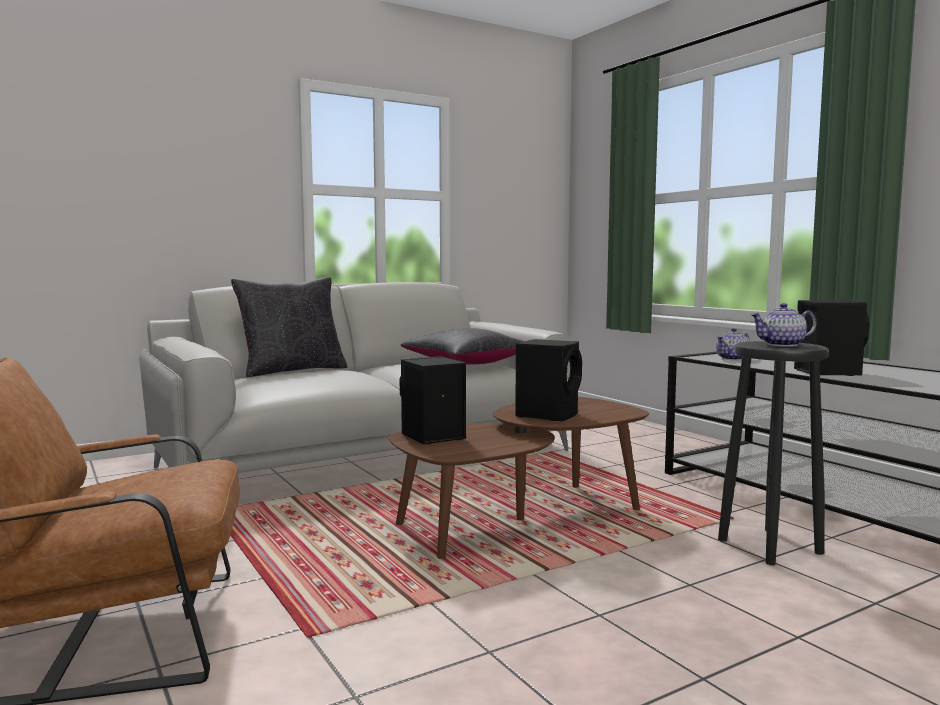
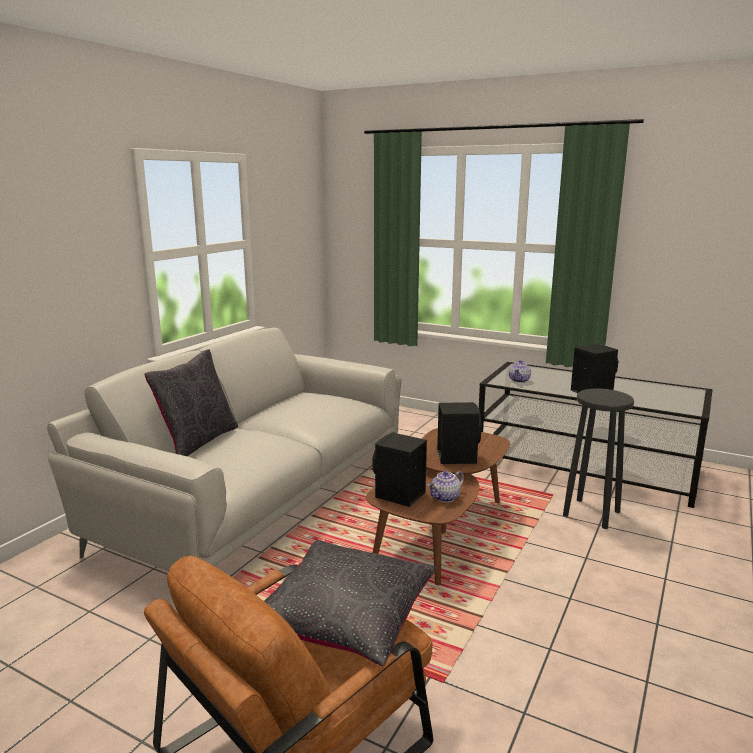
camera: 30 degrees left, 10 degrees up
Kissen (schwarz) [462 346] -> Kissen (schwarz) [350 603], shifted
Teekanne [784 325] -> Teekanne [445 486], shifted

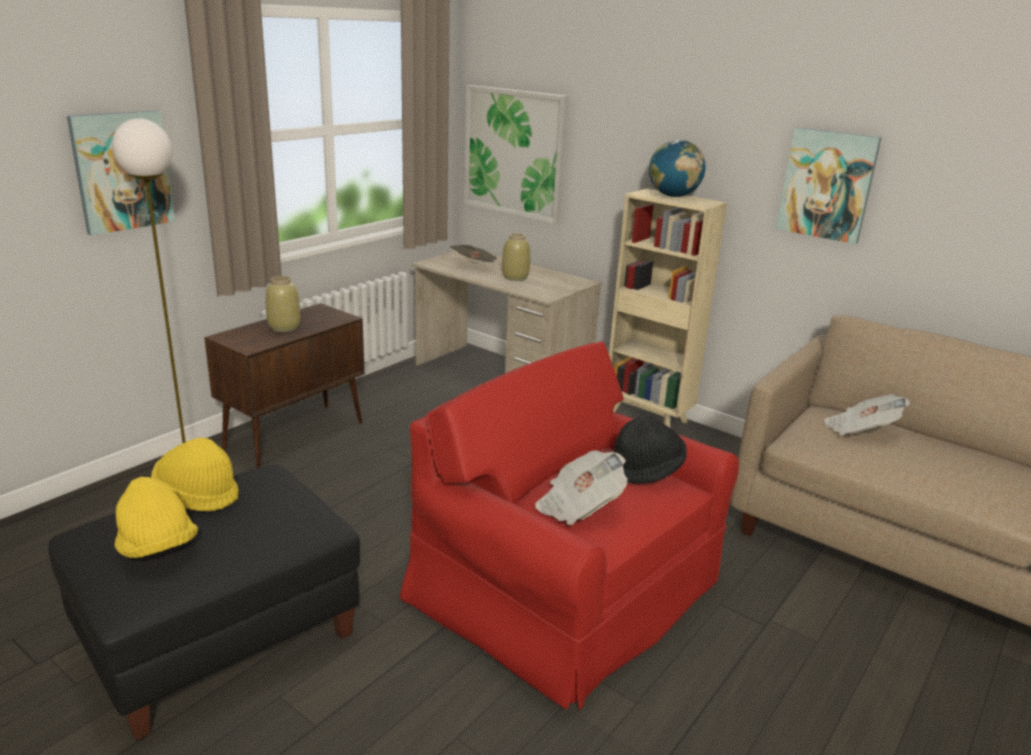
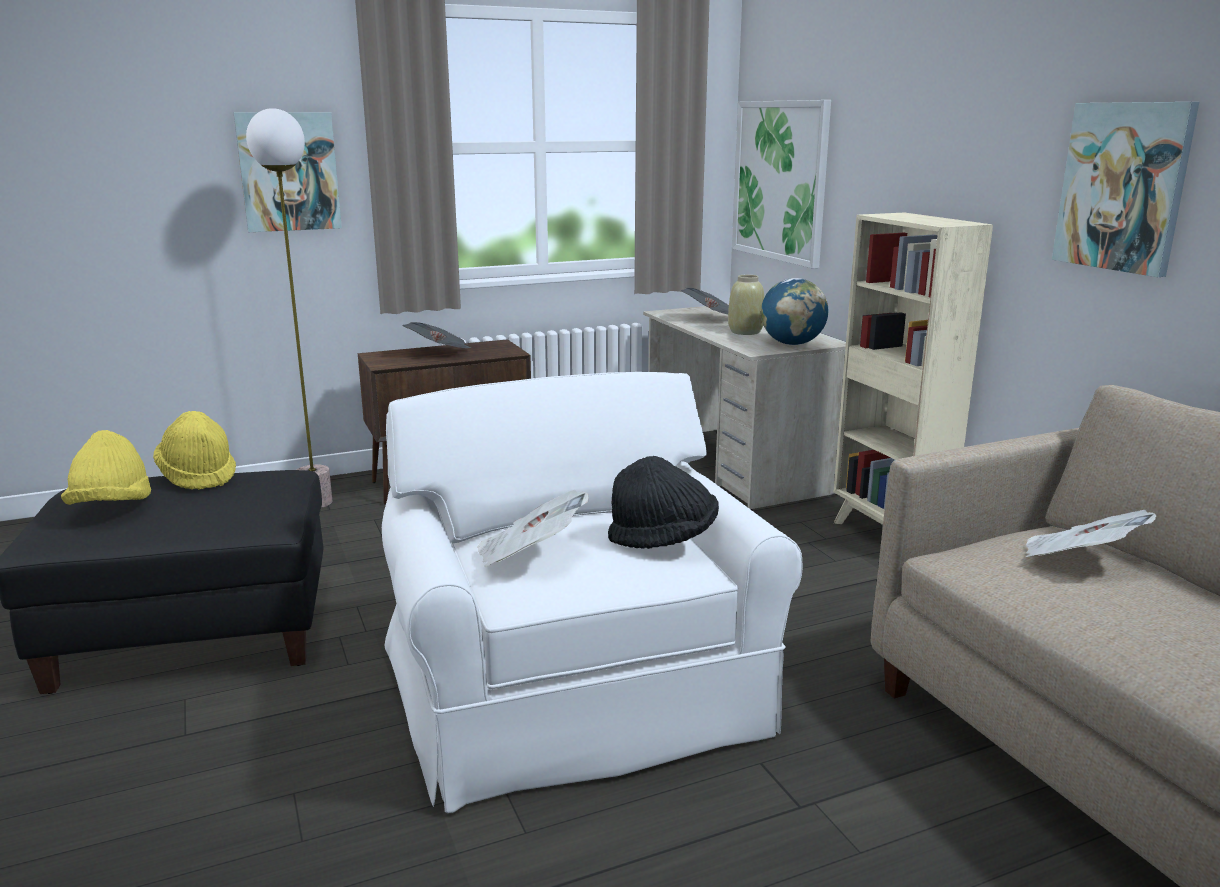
camera: 30 degrees right, 5 degrees down
Globus [677 168] -> Globus [794 311], shifted
Vase (beige) [283 304] -> Zeitung [437 335]
Sessel (rot) [569 525] -> Sessel (weiß) [592 592]

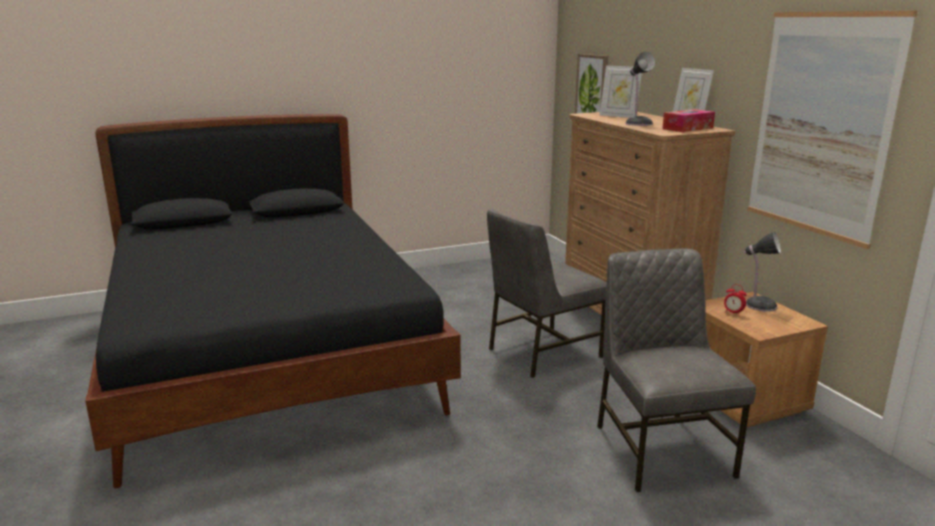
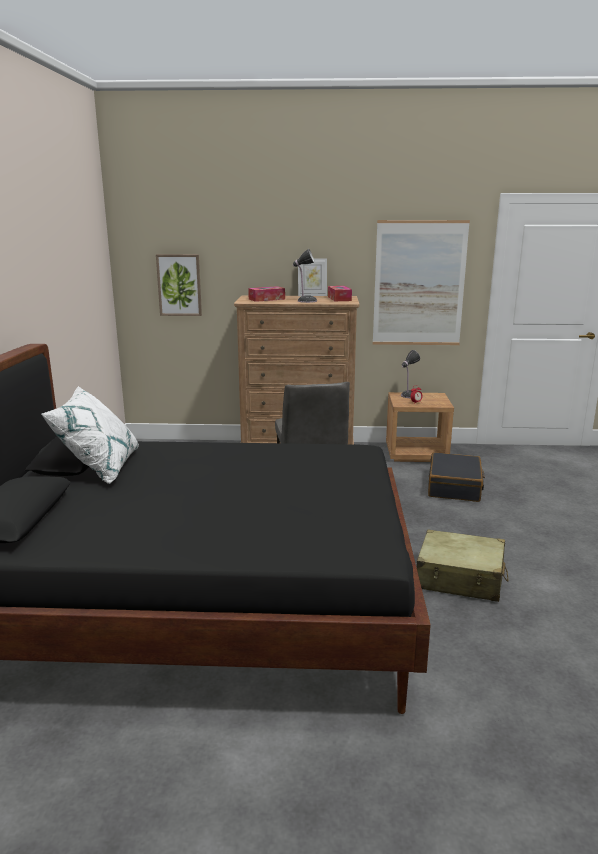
camera: 65 degrees left, 0 degrees up
none -> Kissen (weiß) [90 435]
none -> Koffer (beige) [462 565]
Stuhl (grau) [676 370] -> Koffer (schwarz) [456 477]
Bilderrahmen [621 91] -> Taschentuchbox [266 294]

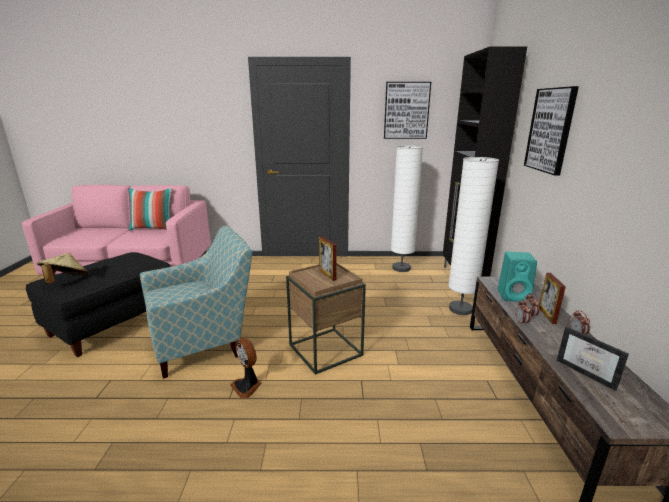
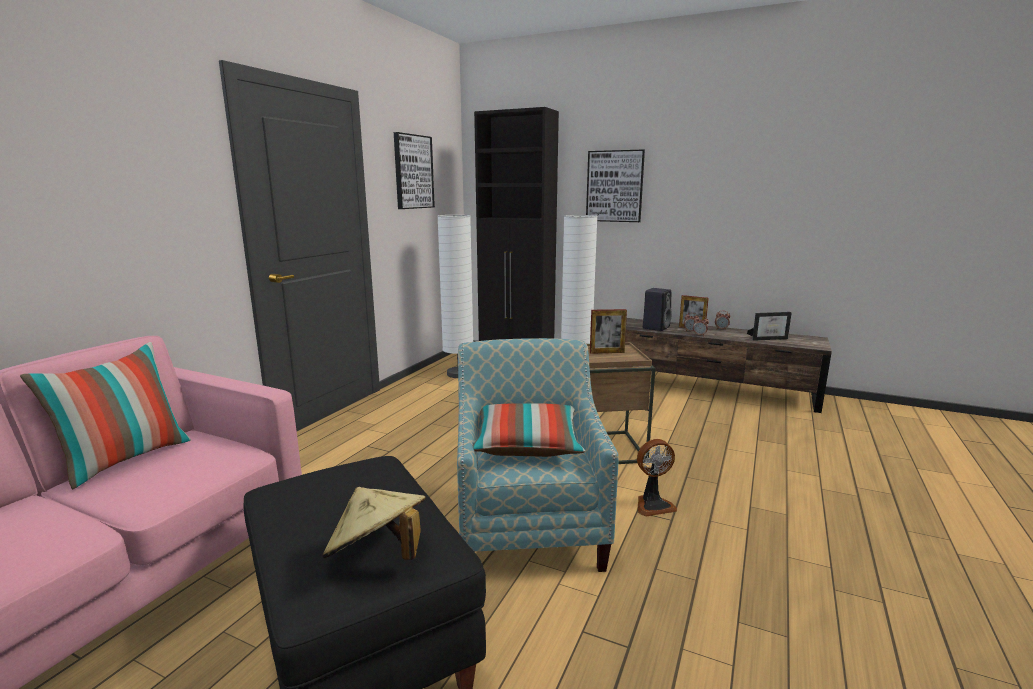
camera: 65 degrees left, 5 degrees down
none -> Kissen [529 430]
Lautsprecher (türkis) [517 276] -> Lautsprecher (schwarz) [657 309]

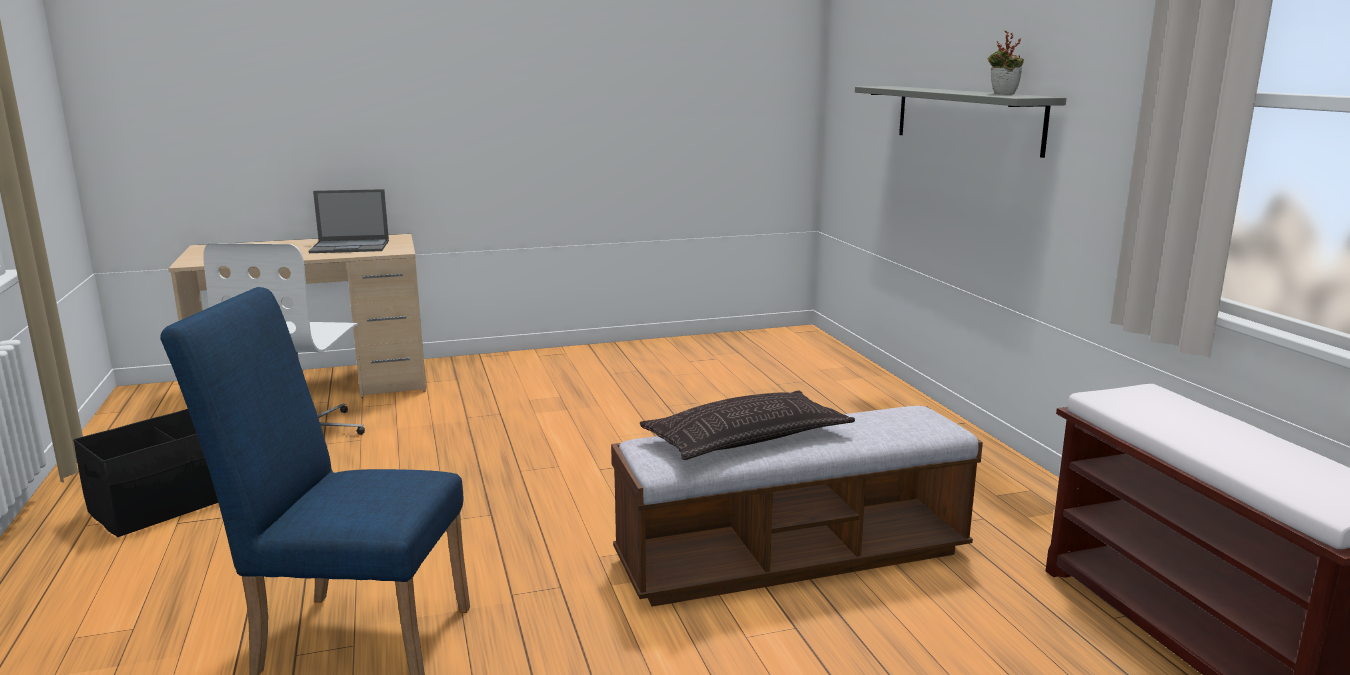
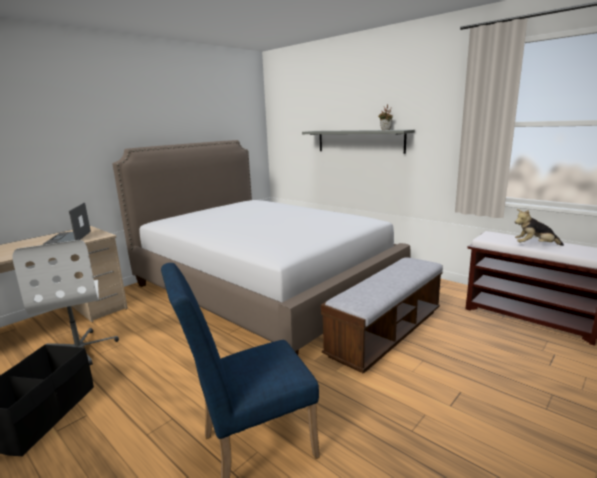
camera: 30 degrees left, 0 degrees up
Kissen [747 425] -> none
none -> Bett [261 247]
none -> Plüschtier [539 227]
Laptop [349 221] -> Laptop [67 224], 120 degrees clockwise

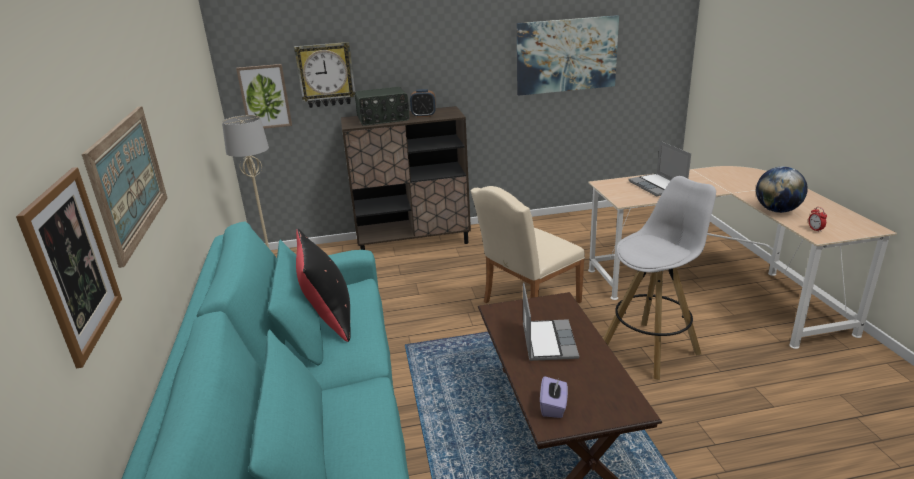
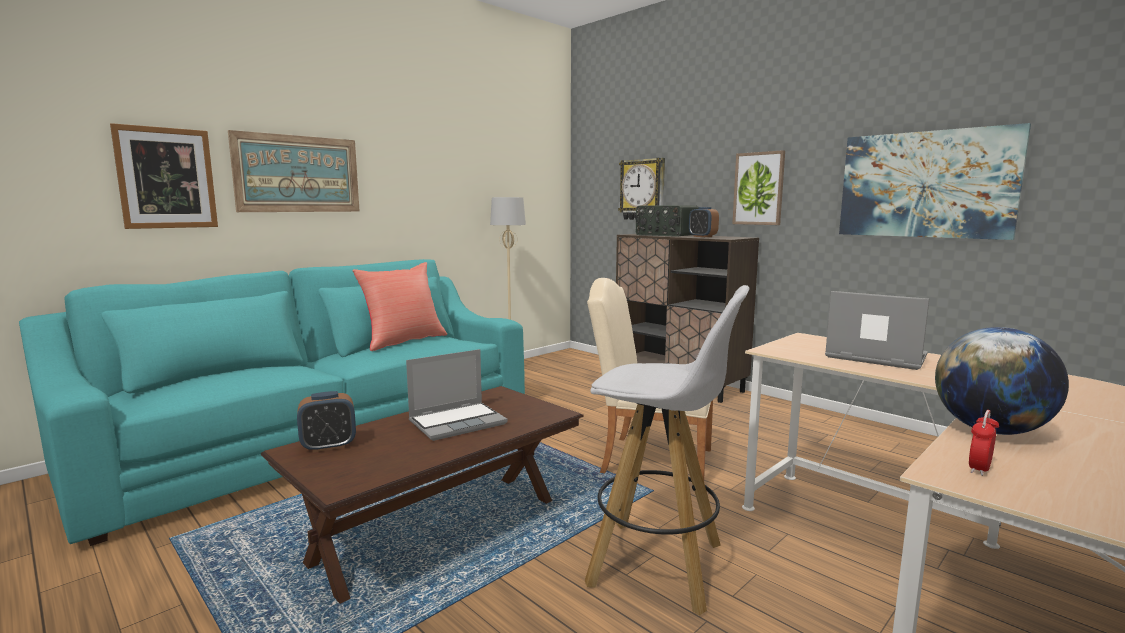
camera: 55 degrees right, 15 degrees down
Bild [264 96] -> Bild [758 187], shifted
Taschentuchbox (lila) [554 397] -> Wecker [326 421]
Kissen (schwarz) [323 285] -> Kissen (rot) [399 306]
Laptop [660 168] -> Laptop [877 330], 90 degrees clockwise

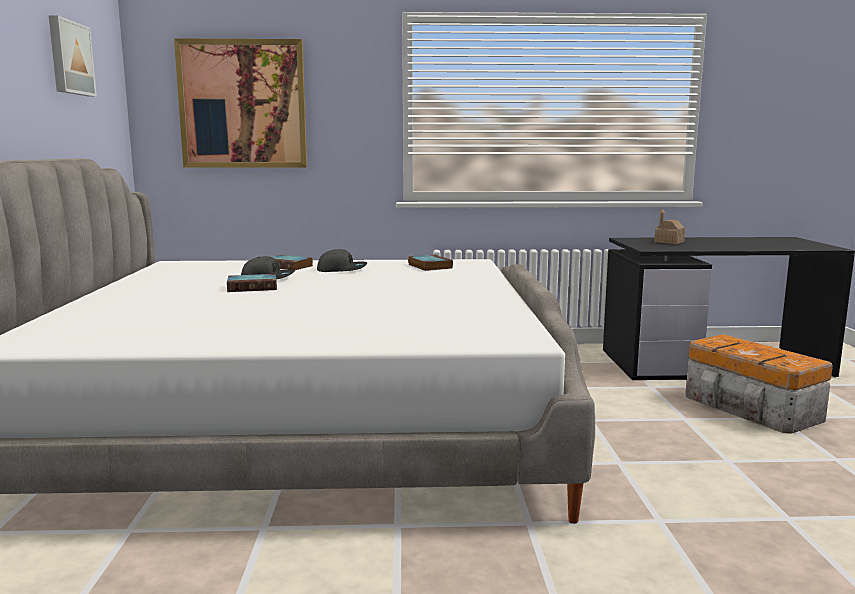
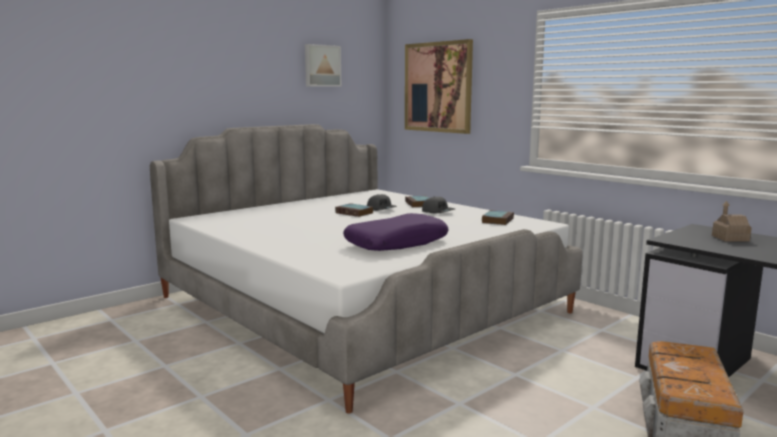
camera: 50 degrees right, 0 degrees up
none -> Kissen (lila) [395 232]

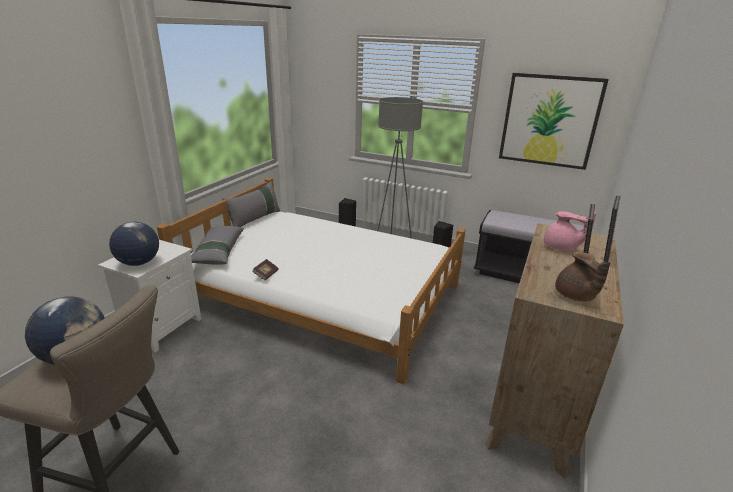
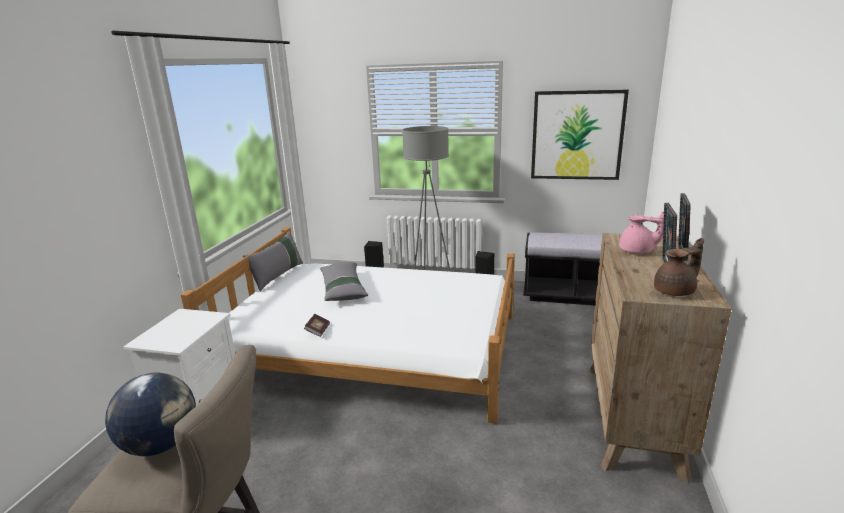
camera: 10 degrees left, 5 degrees down
Globus [134 244] -> none
Kissen (grau) [217 245] -> Kissen (grau) [344 281], shifted
Teekanne (braun) [582 276] -> Teekanne (braun) [679 267], 90 degrees counterclockwise

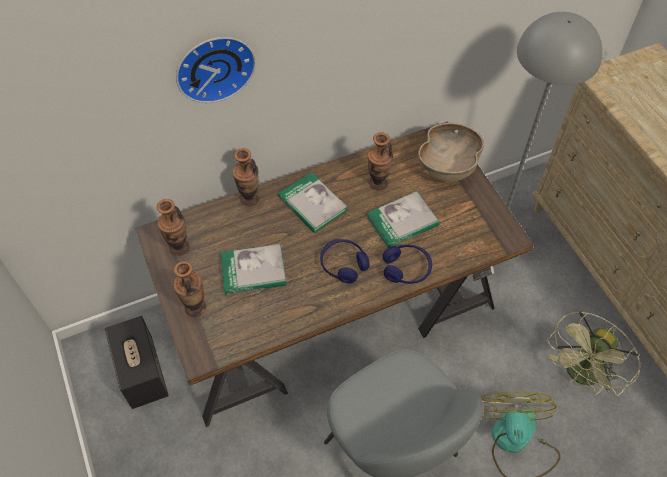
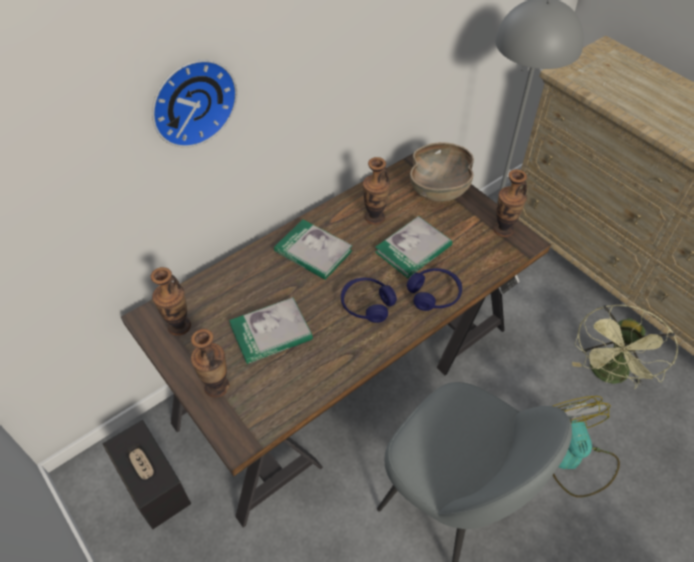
camera: 15 degrees left, 5 degrees down
Vase [245 177] -> Vase [510 203], shifted

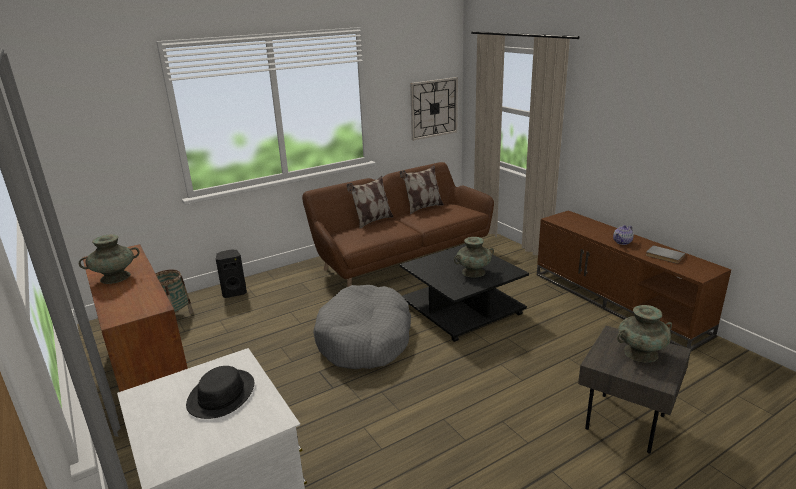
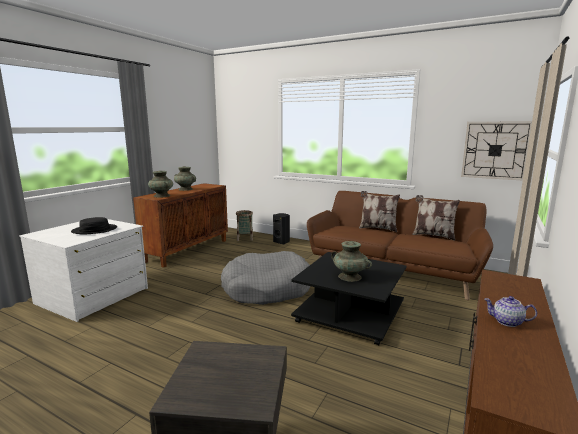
camera: 60 degrees right, 10 degrees down
Buch (grau) [665 254] -> none
Vase (türkis) [644 333] -> Vase (türkis) [160 184], shifted

